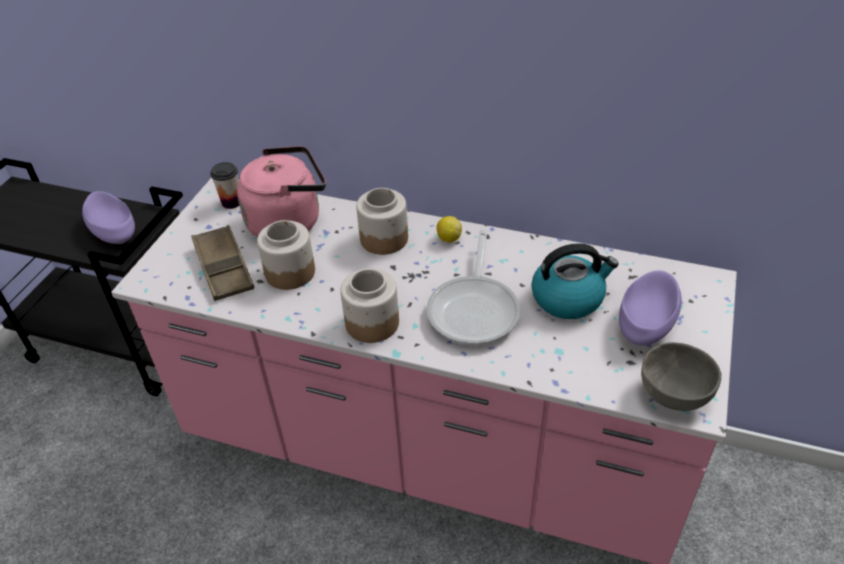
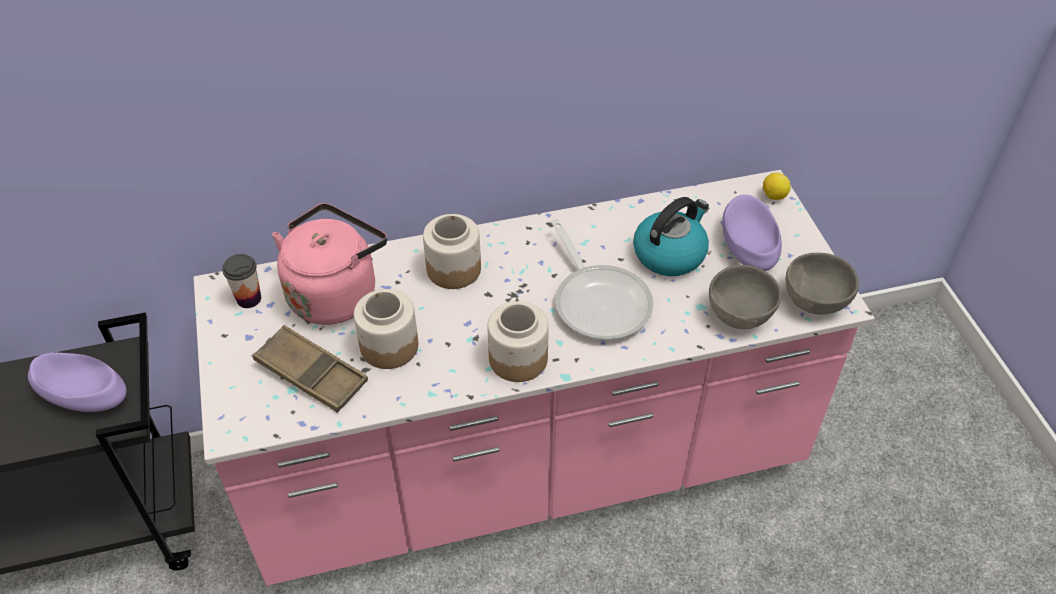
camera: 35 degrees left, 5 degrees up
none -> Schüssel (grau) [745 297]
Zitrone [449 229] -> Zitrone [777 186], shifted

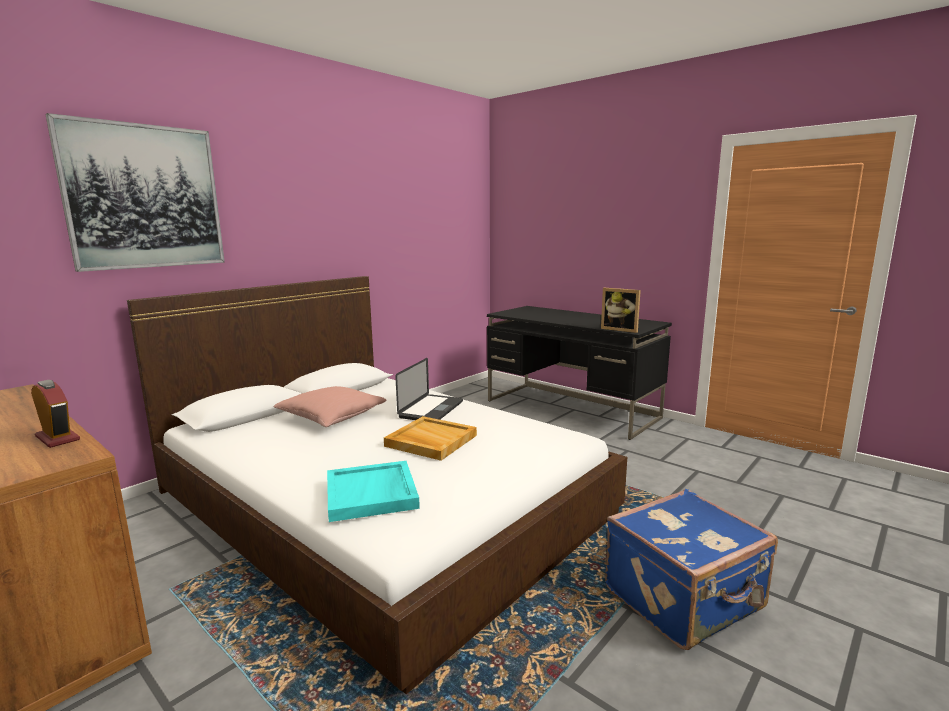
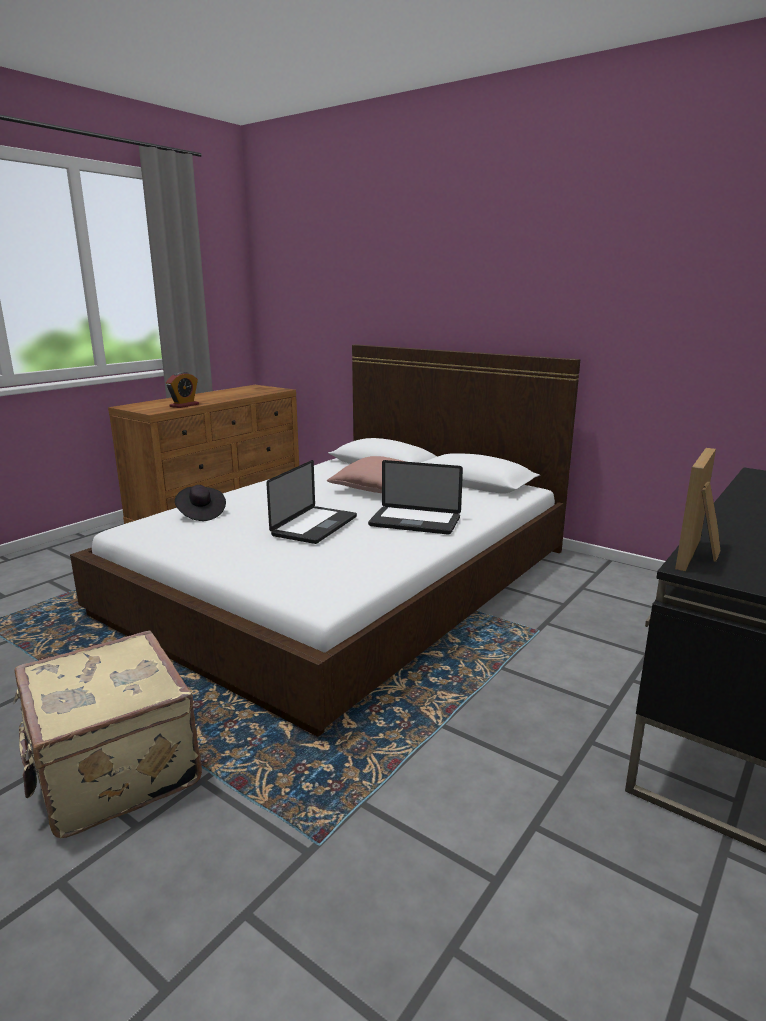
camera: 85 degrees right, 5 degrees up
Bild [135 192] -> none
Tablett (türkis) [373 491] -> Hut (schwarz) [200 503]
Tablett (beige) [430 438] -> Laptop [311 502]
Koffer (blau) [691 569] -> Koffer (beige) [107 734]

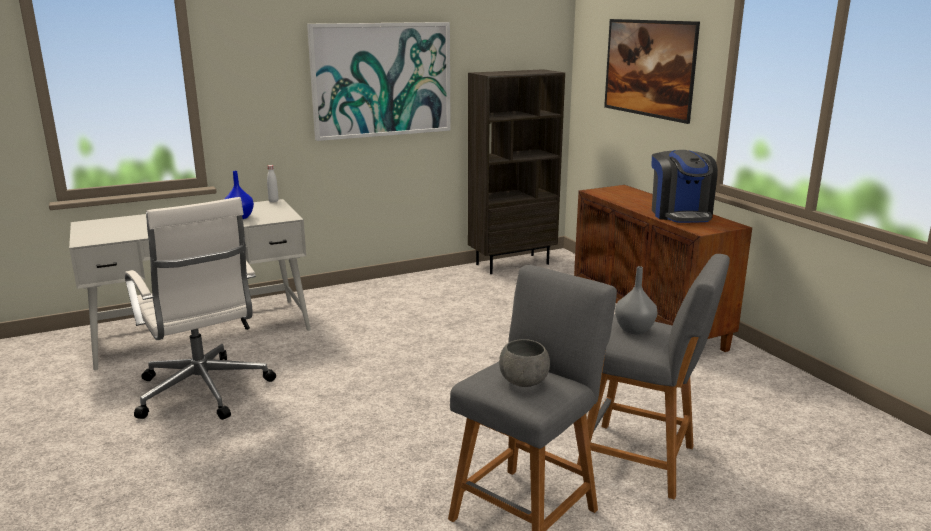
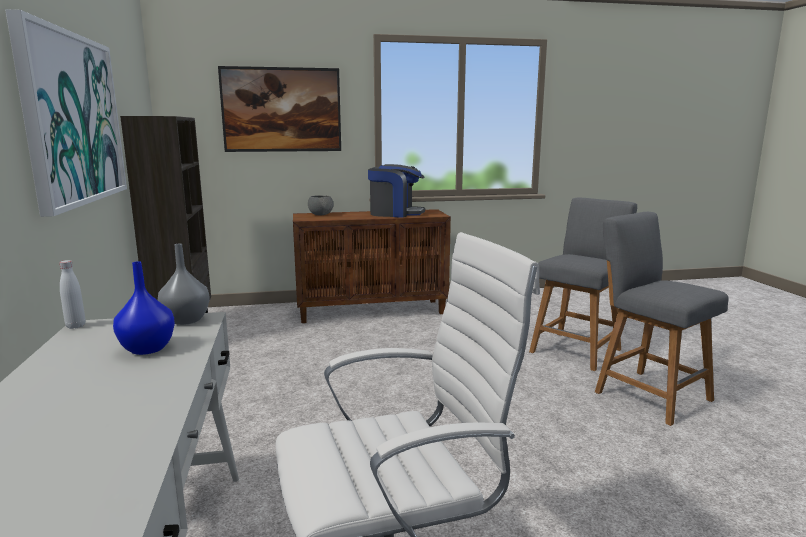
camera: 75 degrees left, 5 degrees down
Schüssel (grau) [524 363] -> Schüssel (grau) [321 205], shifted
Vase (grau) [636 300] -> Vase (grau) [184 284], shifted

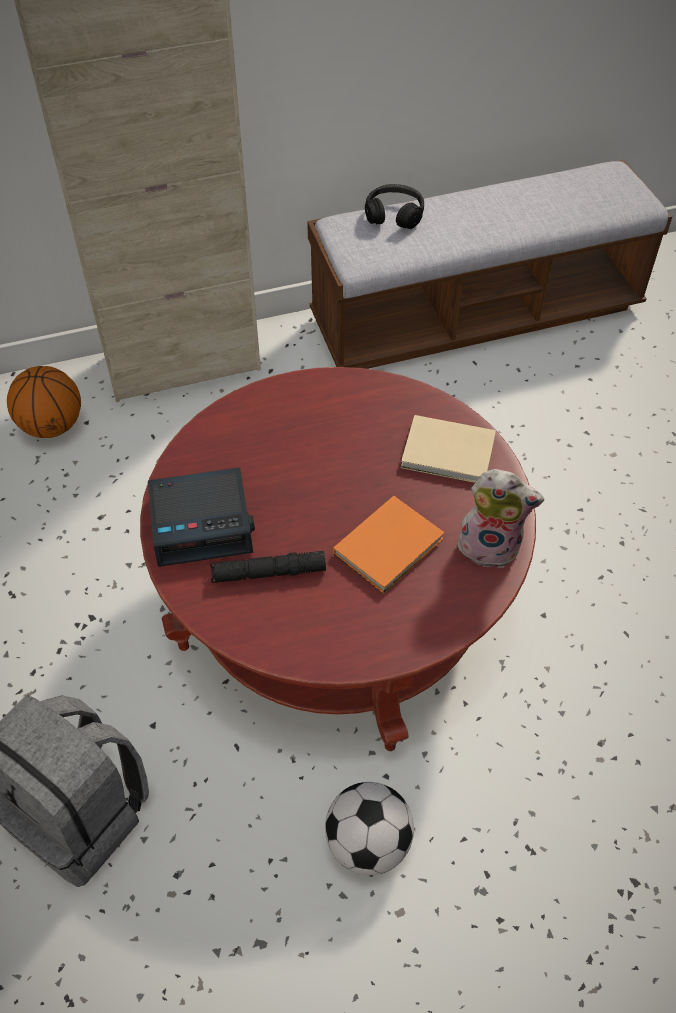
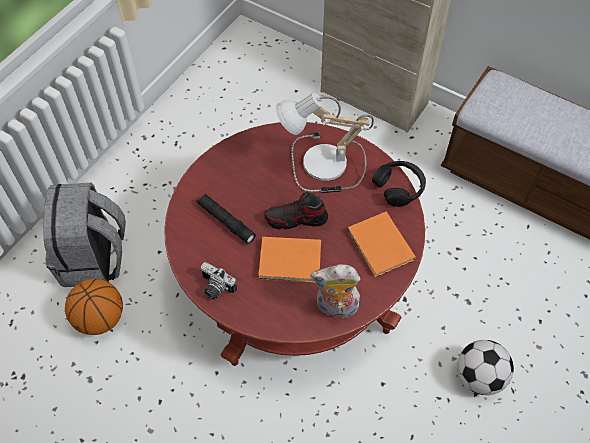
camera: 50 degrees right, 5 degrees up
Wecker [201 517] -> none
none -> Kamera [219 281]
none -> Schuh [296 211]
none -> Tischlampe [325 143]
Basketball [44 402] -> Basketball [94 307], shifted
Fußball [369 828] -> Fußball [485 367], shifted
Kopfhörer (schwarz) [394 206] -> Kopfhörer (schwarz) [399 184], shifted
Buch (beige) [448 449] -> Buch (orange) [382 244]
Plüschtier [501 518] -> Plüschtier [335 291], 120 degrees clockwise

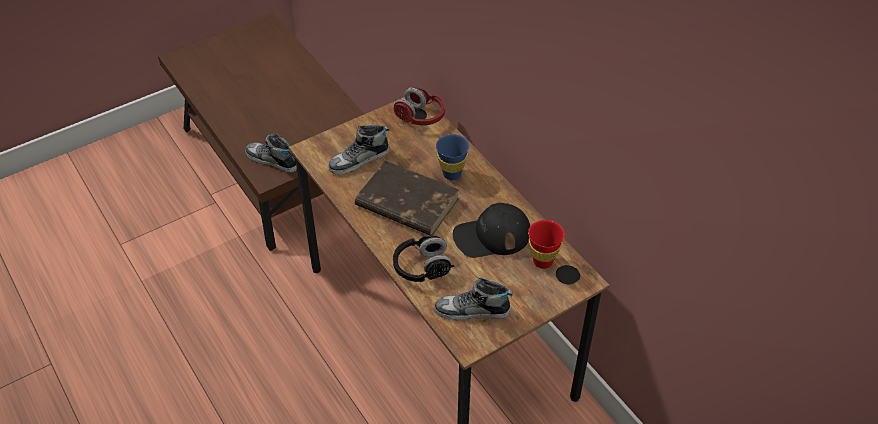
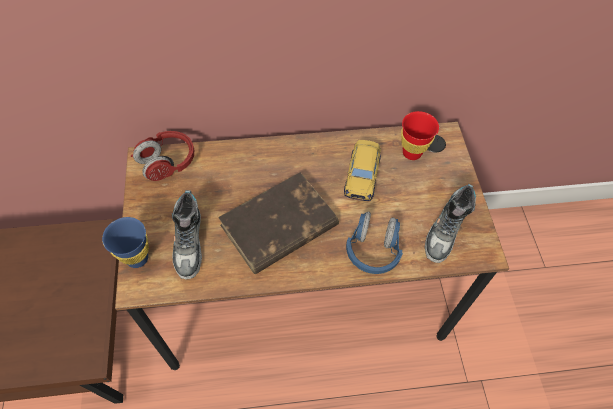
camera: 65 degrees left, 10 degrees up
Schuh [271 153] -> none
Tasse (blau) [452 157] -> Tasse (blau) [125 242], shifted
Kappe (schwarz) [491 230] -> Spielzeugauto [362 170]
Kopfhörer (schwarz) [424 259] -> Kopfhörer (blau) [374 242]

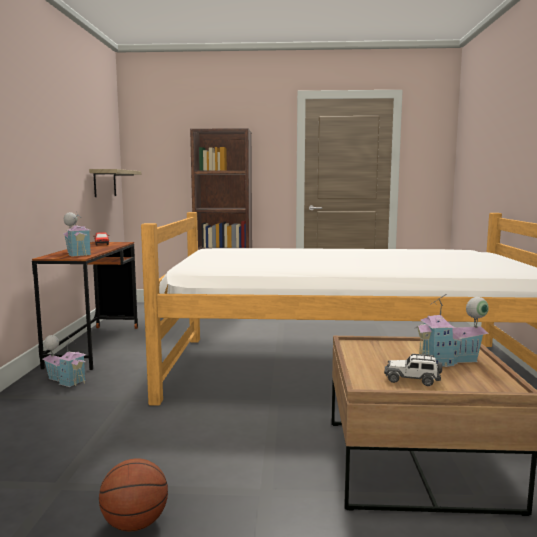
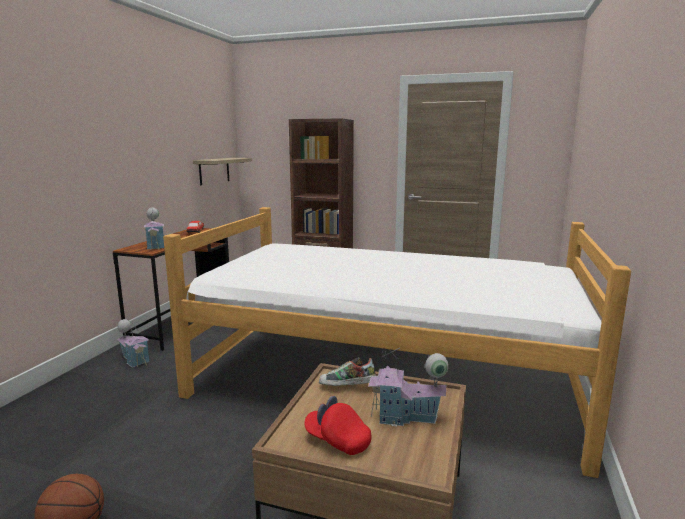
camera: 15 degrees right, 5 degrees up
none -> Schuh [347 371]
Spielzeugauto [413 370] -> Kappe (rot) [337 425]

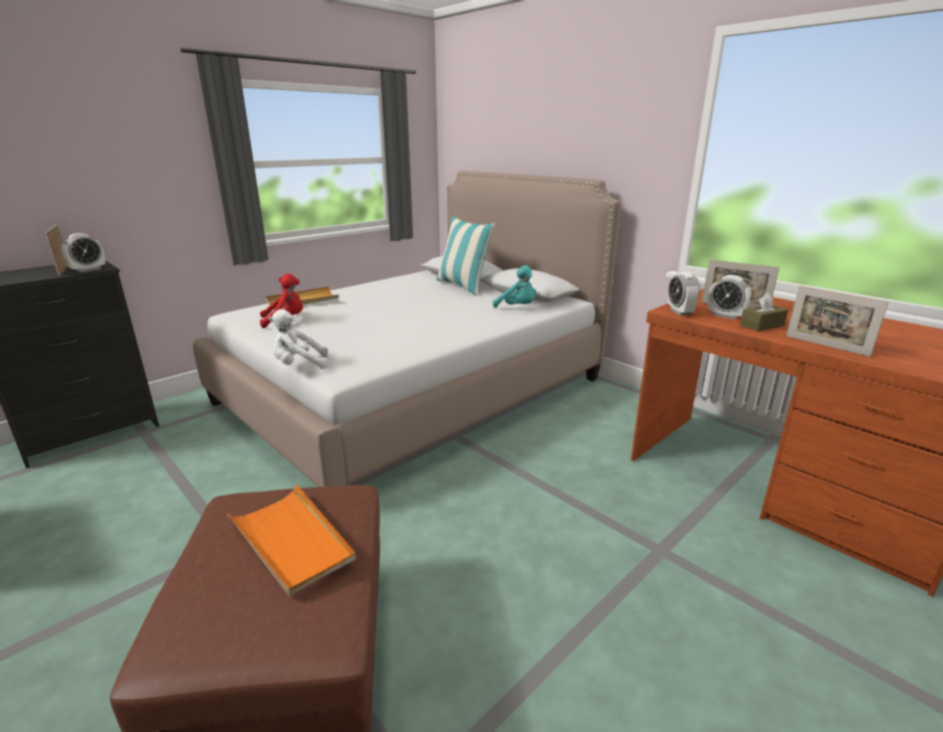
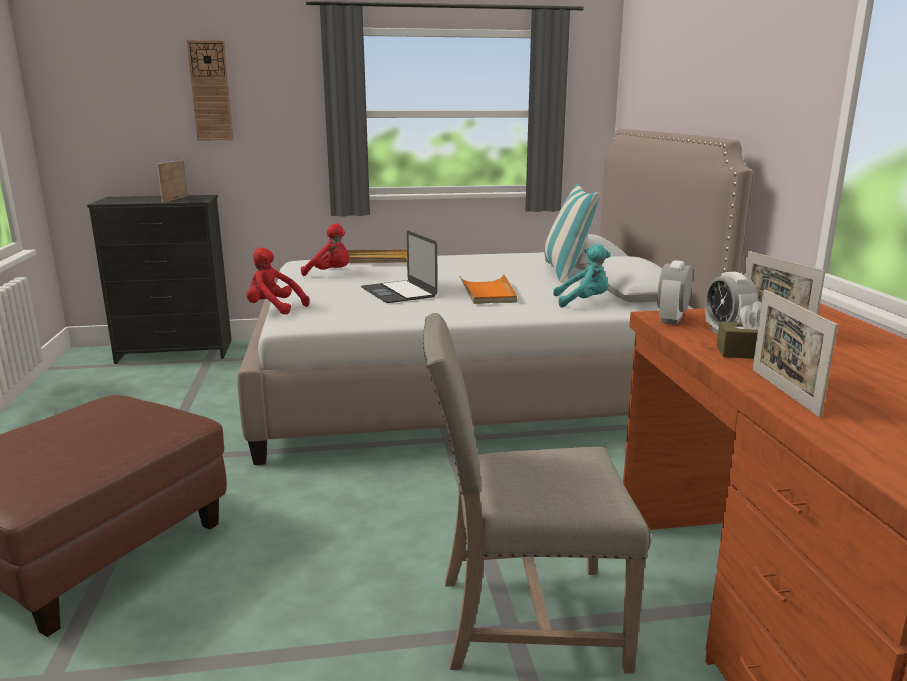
camera: 35 degrees right, 5 degrees down
Wecker [83 253] -> none
none -> Wanduhr [210 90]
none -> Laptop [399 267]
none -> Stuhl (beige) [537 493]
Tablett (orange) [291 540] -> Tablett (orange) [488 289], shifted
Plüschtier (weiß) [298 339] -> Plüschtier (rot) [277 280]
Plüschtier (türkis) [514 286] -> Plüschtier (türkis) [582 276], 75 degrees counterclockwise

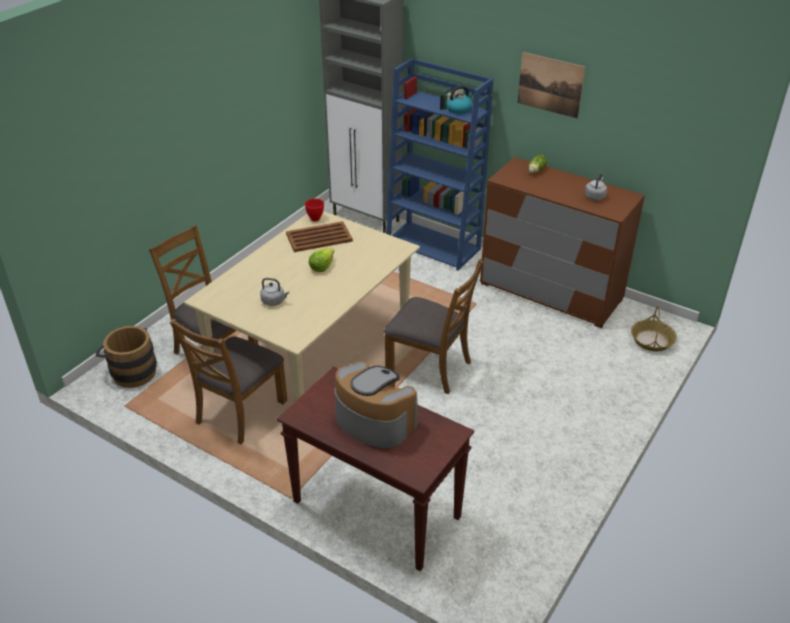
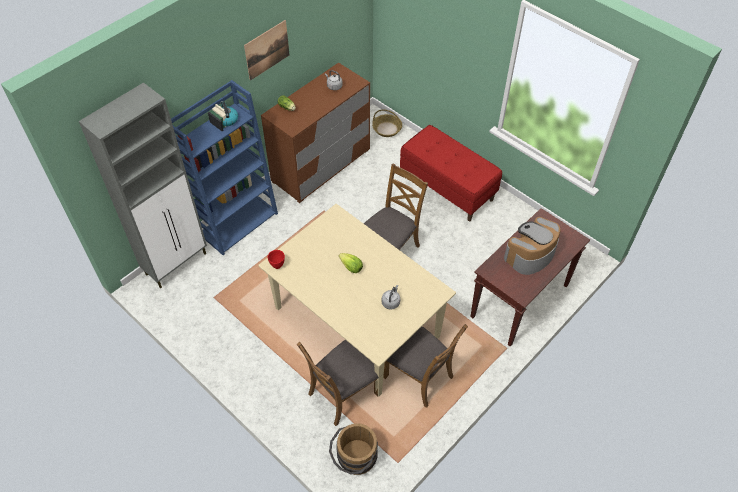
camera: 80 degrees left, 15 degrees up
Tablett (braun) [319 236] -> none
none -> Bank (rot) [451 173]

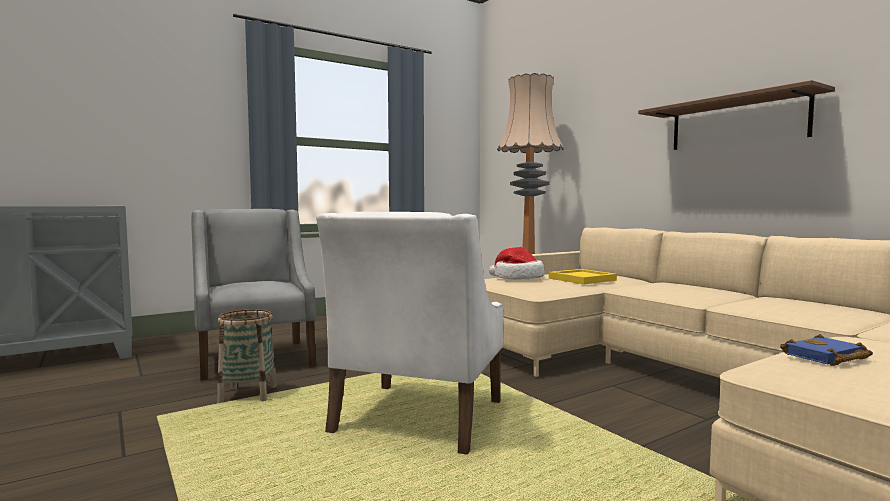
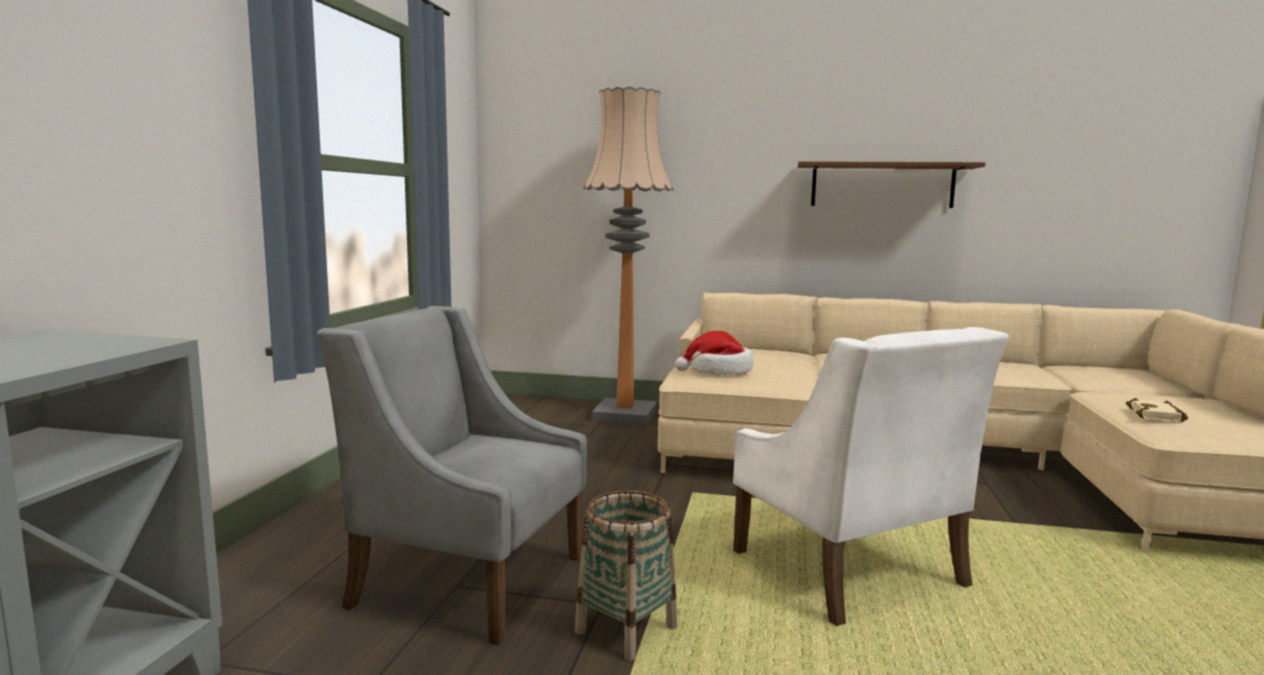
camera: 45 degrees left, 5 degrees up
Tablett (gelb) [583 277] -> none
Buch (blau) [826 350] -> Buch (beige) [1157 410]

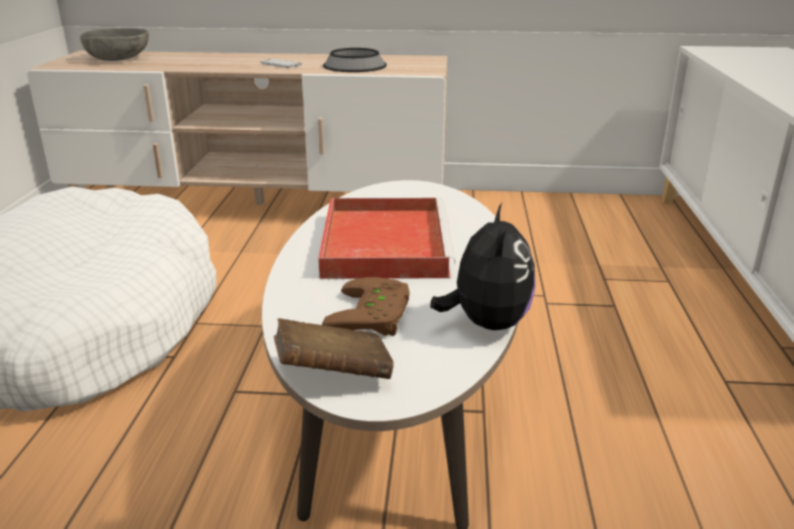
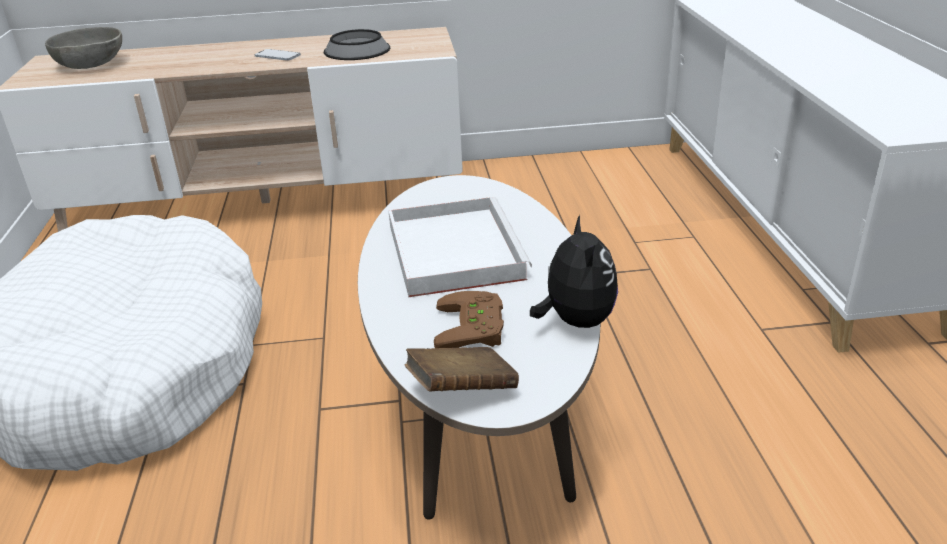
camera: 10 degrees left, 5 degrees up
Tablett (rot) [387 238] -> Tablett (weiß) [460 247]

